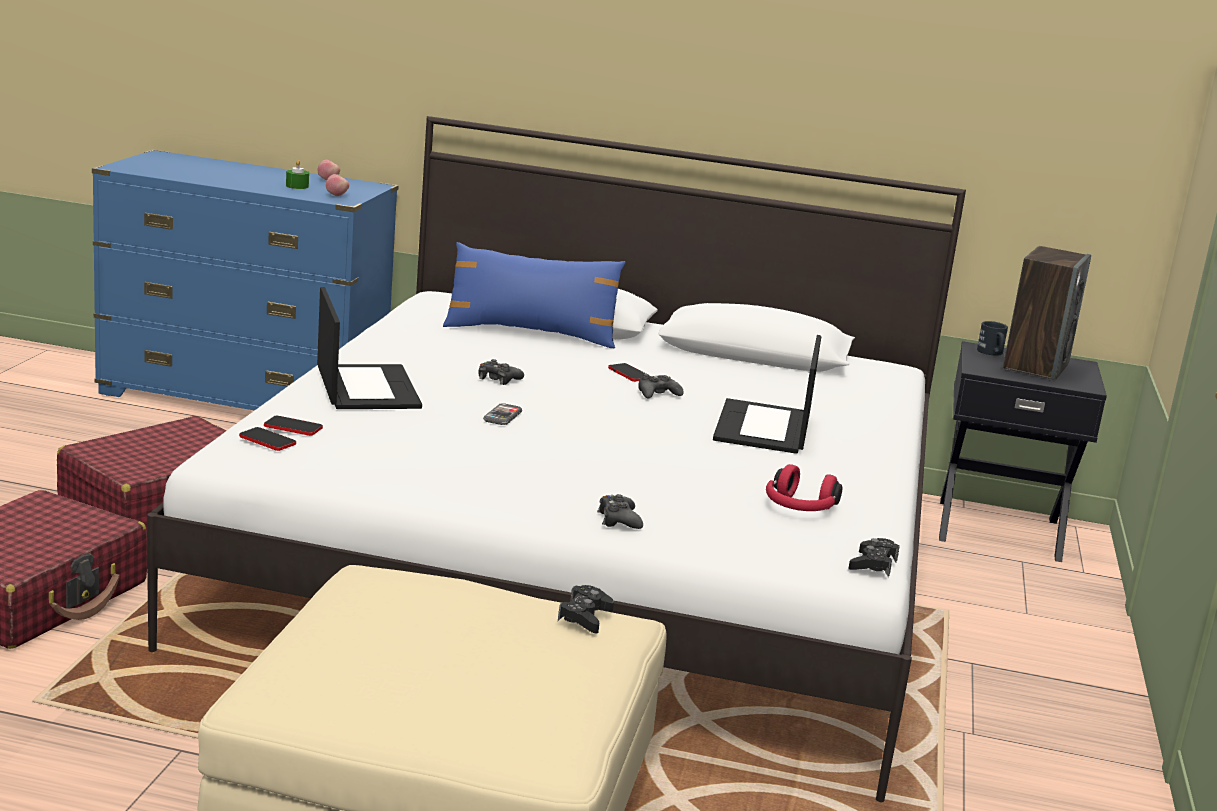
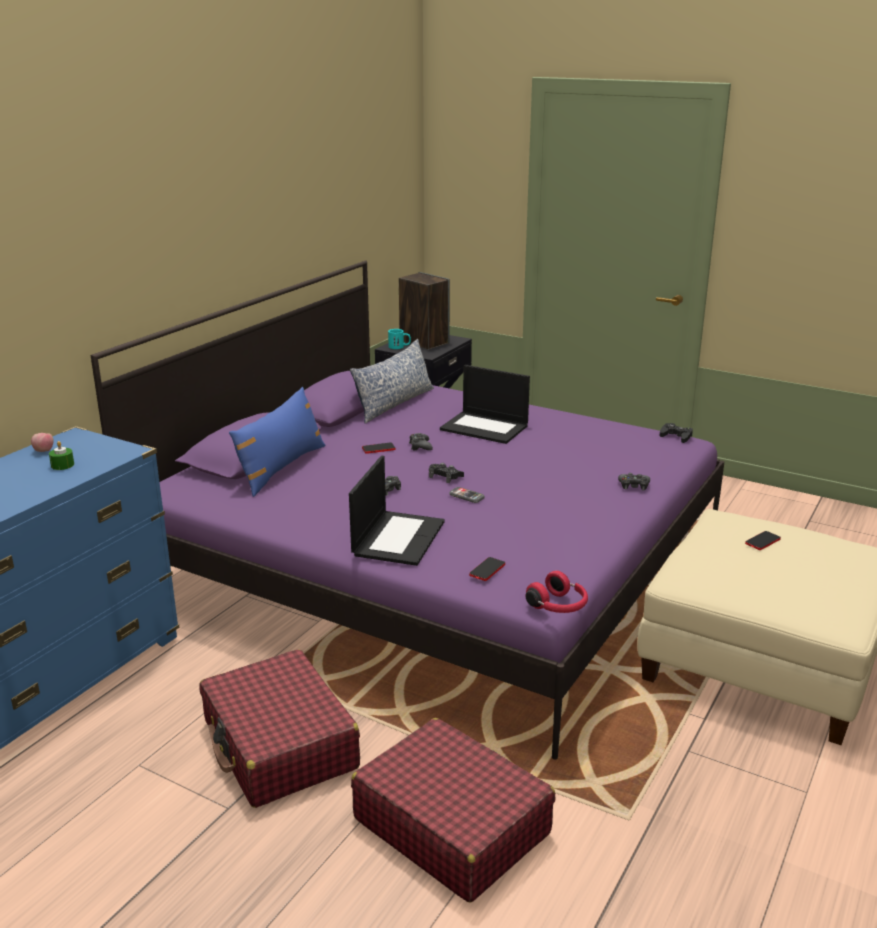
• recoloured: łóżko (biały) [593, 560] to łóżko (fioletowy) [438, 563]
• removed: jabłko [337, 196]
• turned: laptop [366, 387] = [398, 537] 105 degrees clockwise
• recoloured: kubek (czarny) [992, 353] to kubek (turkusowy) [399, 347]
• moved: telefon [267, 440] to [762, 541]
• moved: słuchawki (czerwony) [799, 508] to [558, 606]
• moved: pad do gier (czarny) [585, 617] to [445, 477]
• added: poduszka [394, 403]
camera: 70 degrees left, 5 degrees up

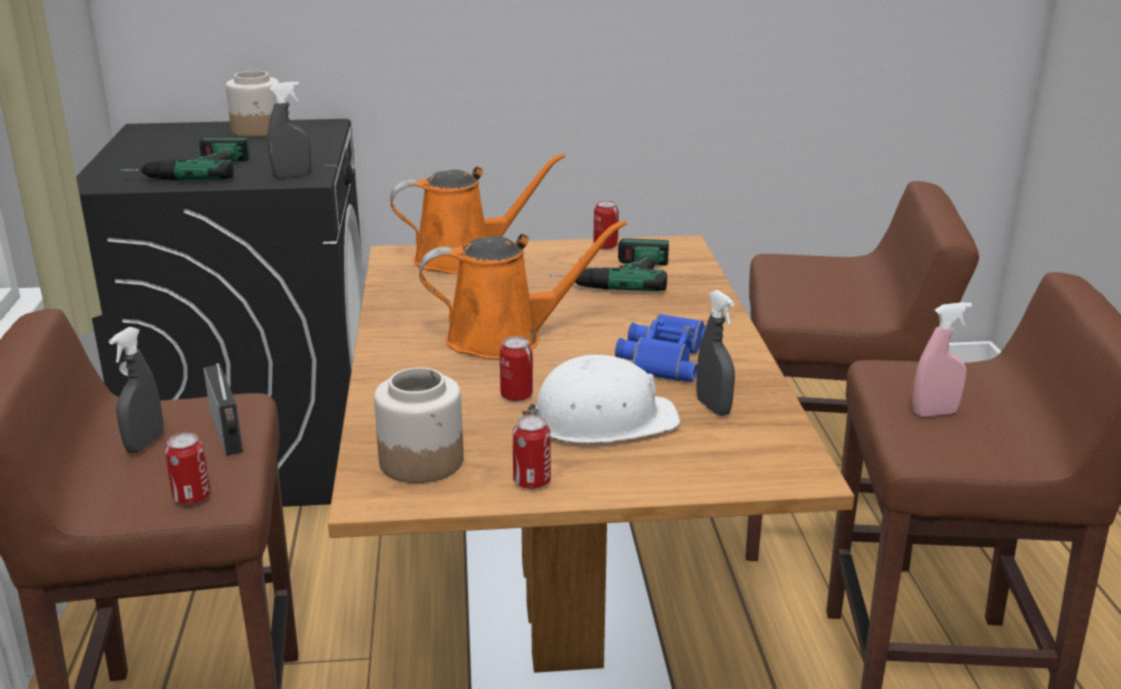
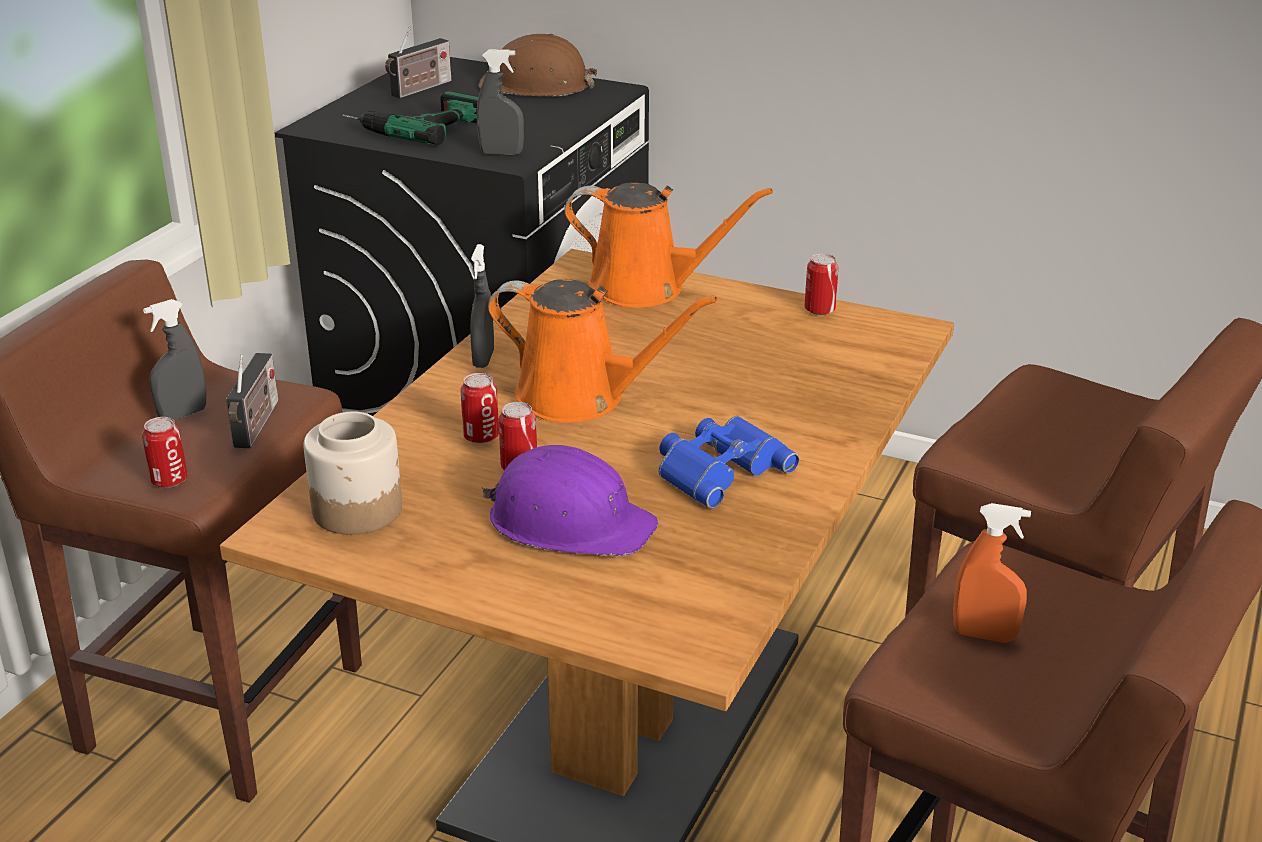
• replaced: słoik [258, 130] to kask (brązowy) [536, 85]
• removed: wiertarka [610, 275]
• moved: spryskiwacz (szary) [713, 407] to [483, 359]
• recoloured: spryskiwacz (różowy) [934, 413] to spryskiwacz (pomarańczowy) [984, 635]
• recoloured: kask (biały) [602, 420] to kask (fioletowy) [569, 521]
• moved: puszka [532, 481] to [481, 436]
• added: radio [419, 89]
camera: 30 degrees right, 5 degrees up

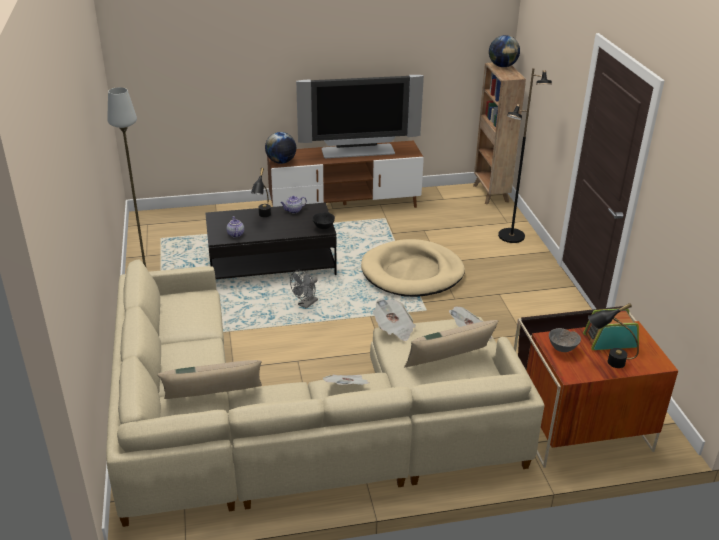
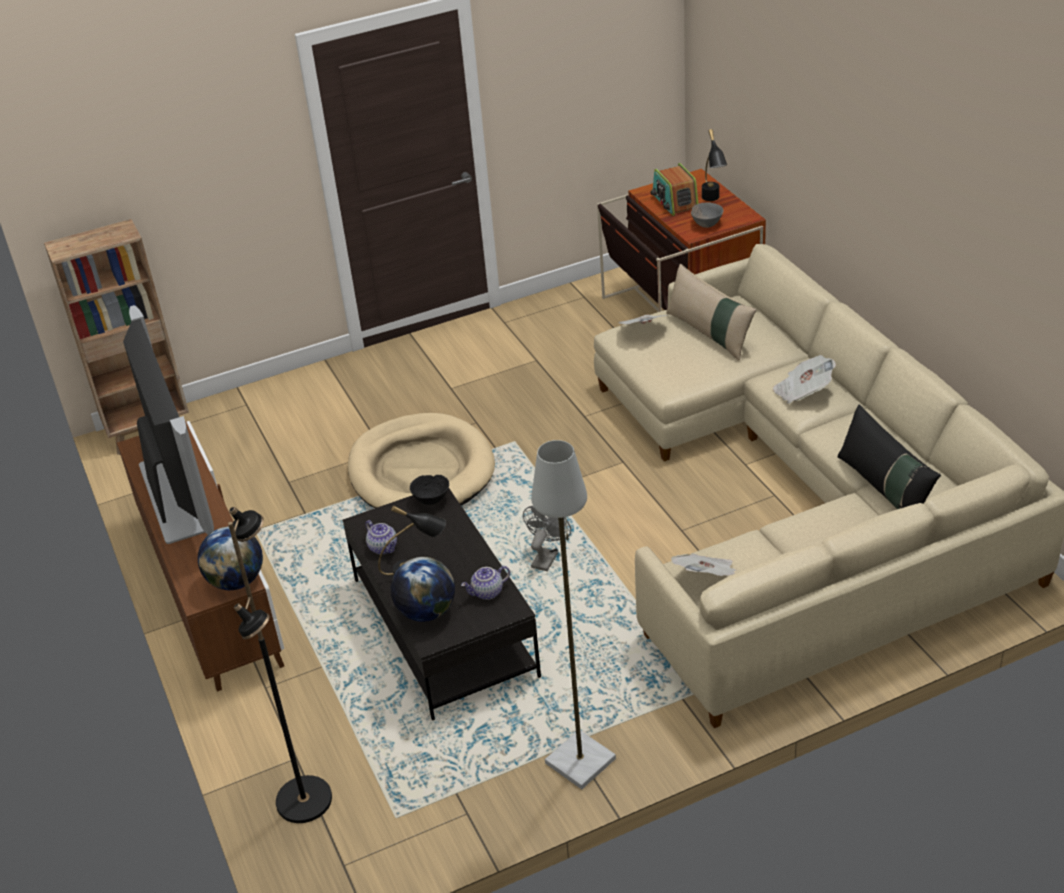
• moved: globus [502, 66] to [426, 612]
• moved: lampa stojąca (czarny) [511, 236] to [305, 800]
• turned: wentylator (szary) [306, 304] = [546, 557] 90 degrees counterclockwise
• moved: gazeta [394, 329] to [706, 577]
• recoloured: poduszka (beżowy) [213, 398] to poduszka (czarny) [884, 489]
camera: 100 degrees left, 5 degrees up

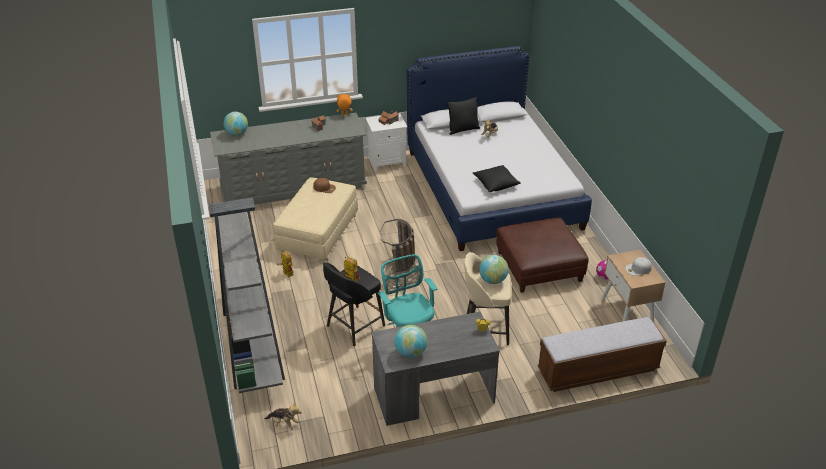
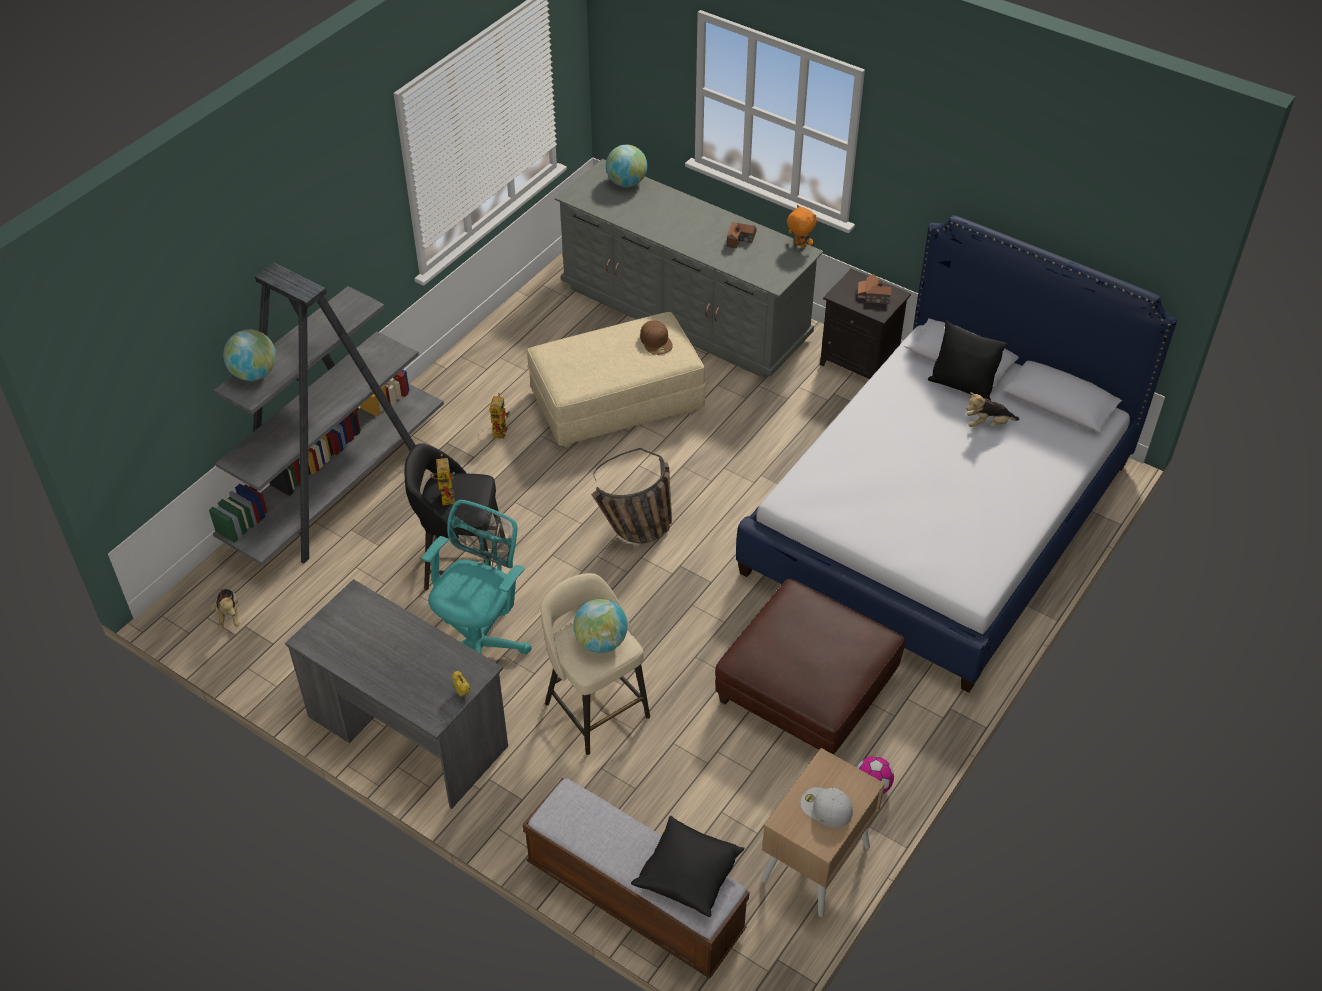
• recoloured: szafka nocna (biały) [387, 161] to szafka nocna (czarny) [860, 363]
• moved: poduszka (czarny) [495, 184] to [688, 873]
• moved: globus [410, 353] to [254, 374]
camera: 50 degrees right, 10 degrees up

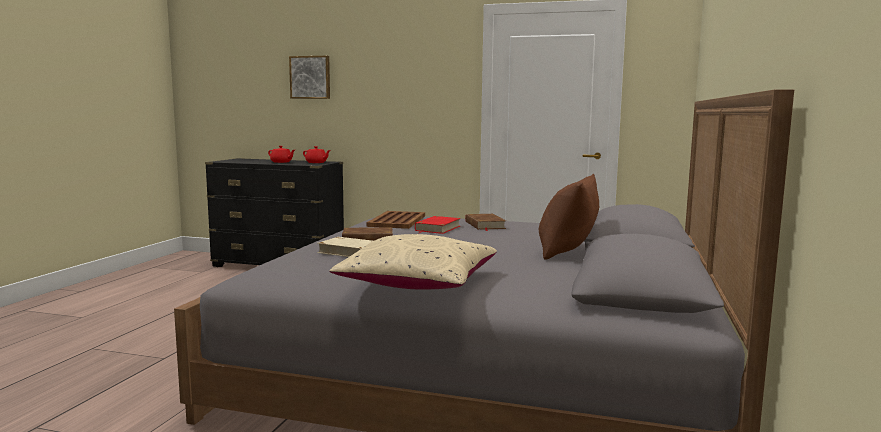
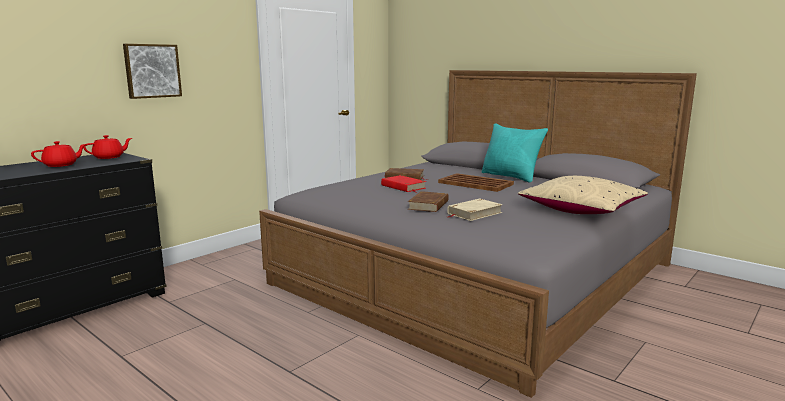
• moved: obraz [310, 77] to [152, 71]
• recoloured: poduszka (brązowy) [567, 252] to poduszka (turkusowy) [511, 176]
• moved: taca (brązowy) [397, 221] to [475, 183]
camera: 65 degrees left, 5 degrees up

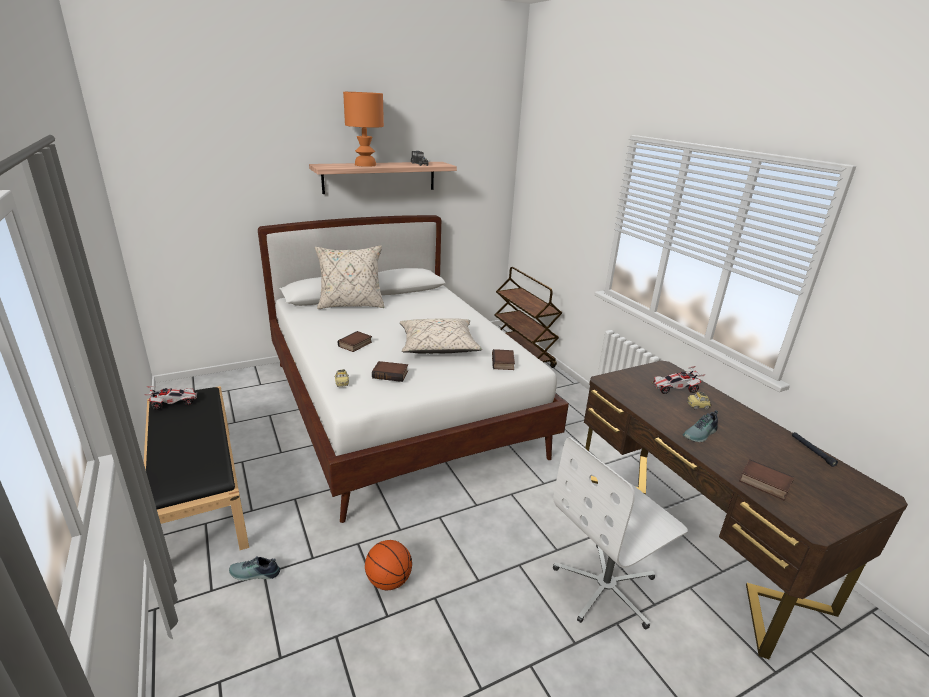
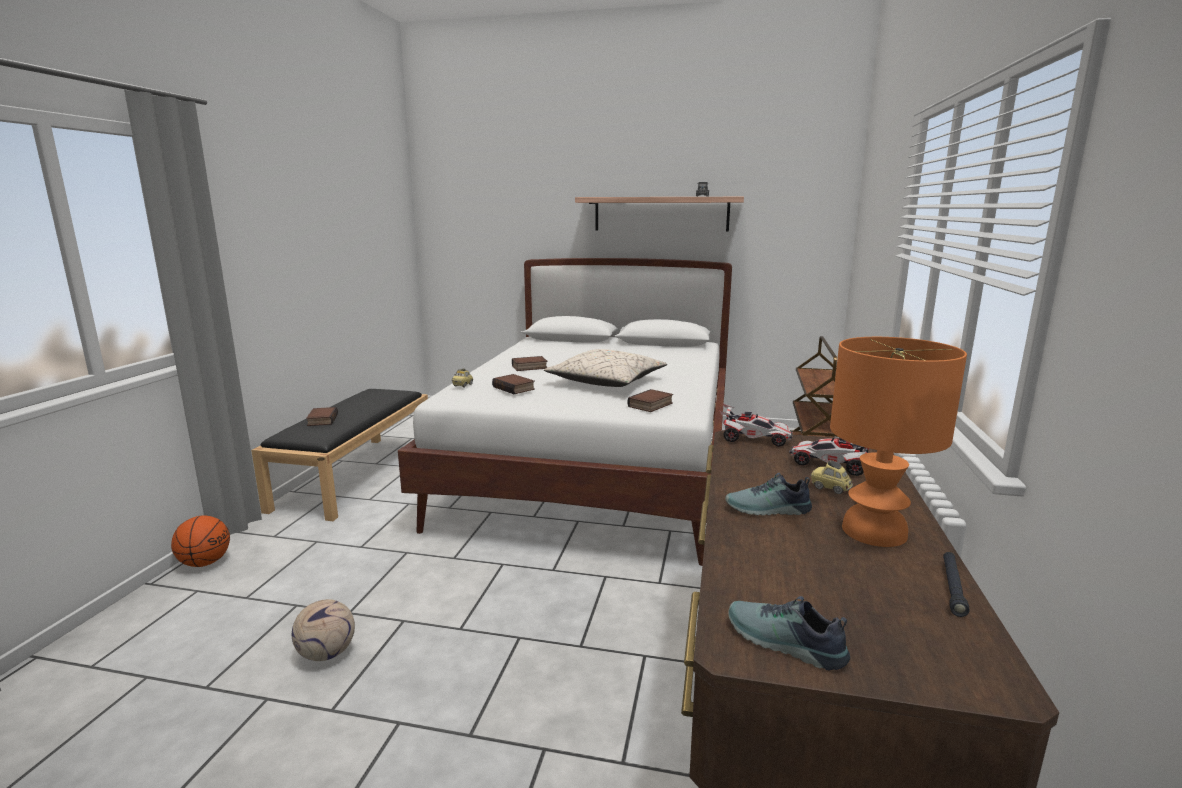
• moved: lampa stołowa (pomarańczowy) [365, 165] to [875, 531]
• removed: poduszka (beżowy) [351, 305]
• moved: samochodzik [173, 403] to [754, 440]
• removed: krzesło biurowe (biały) [606, 587]
• moved: książka [763, 483] to [321, 420]
• moved: piłka do koszykówki [388, 580] to [205, 563]
• moved: but [254, 574] to [783, 643]
• added: piłka futbolowa [326, 654]
camera: 40 degrees right, 10 degrees down

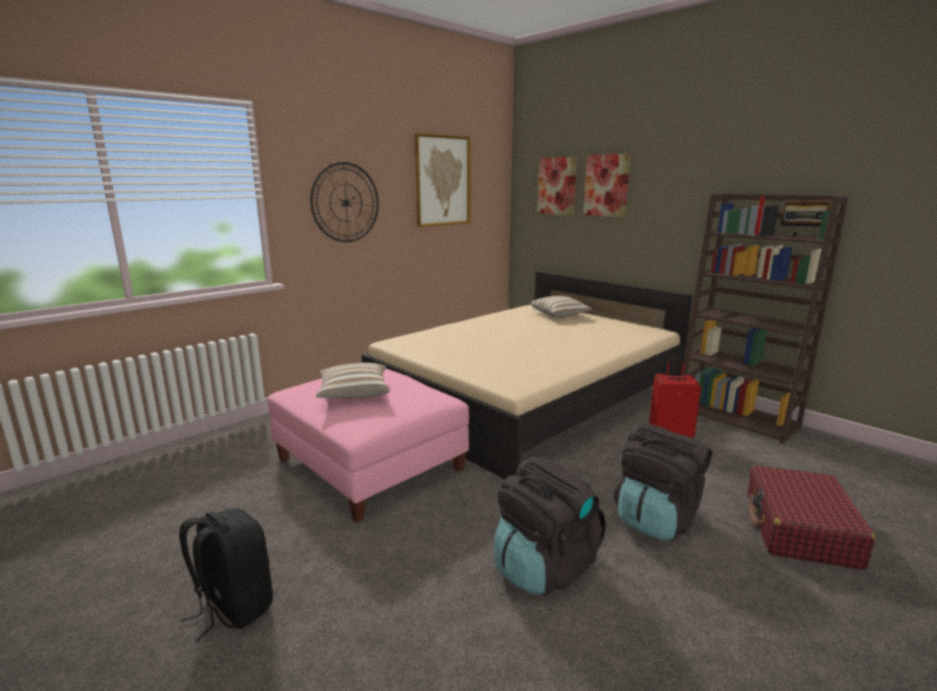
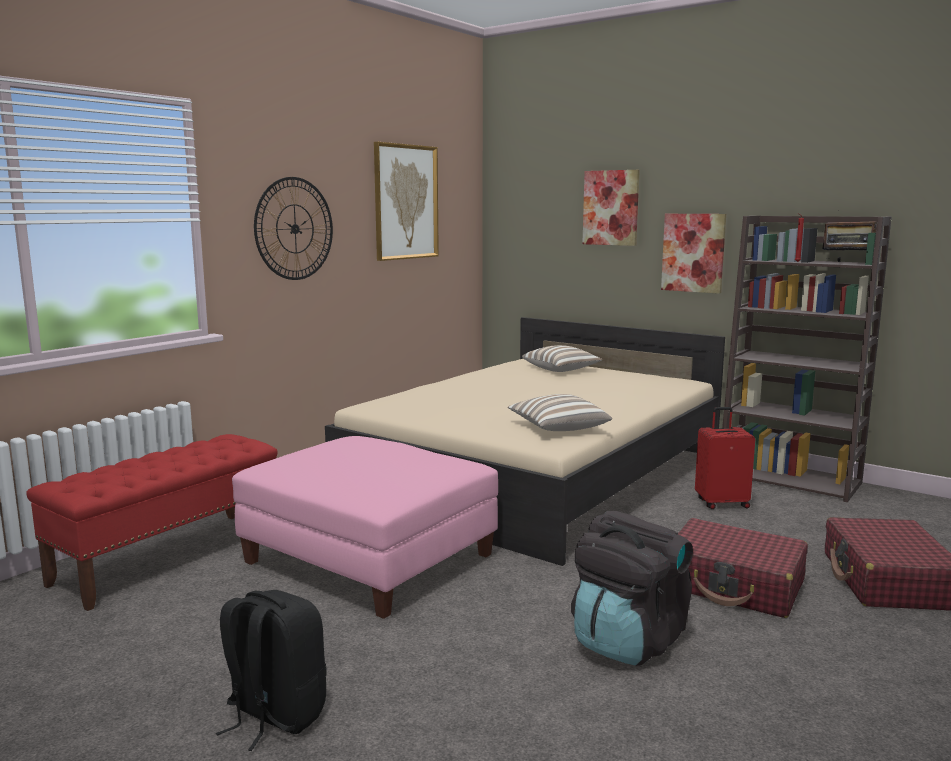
• moved: obraz [557, 186] to [693, 252]
• moved: poduszka [354, 394] to [557, 428]
• replaced: plecak (czarny) [656, 519] to walizka (czerwony) [734, 585]
• added: ławka (czerwony) [170, 557]
camera: 10 degrees left, 5 degrees down

